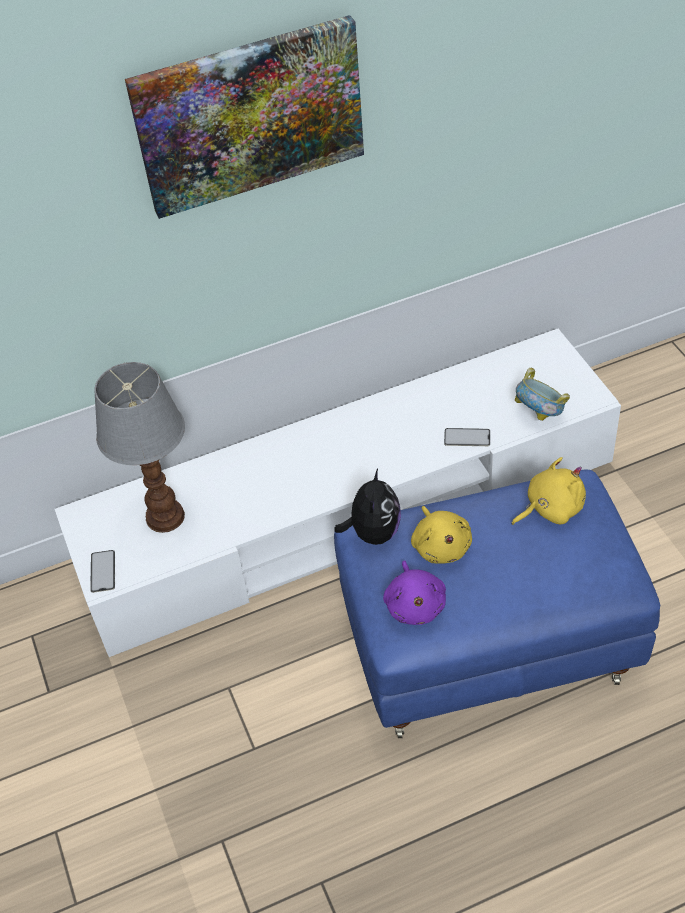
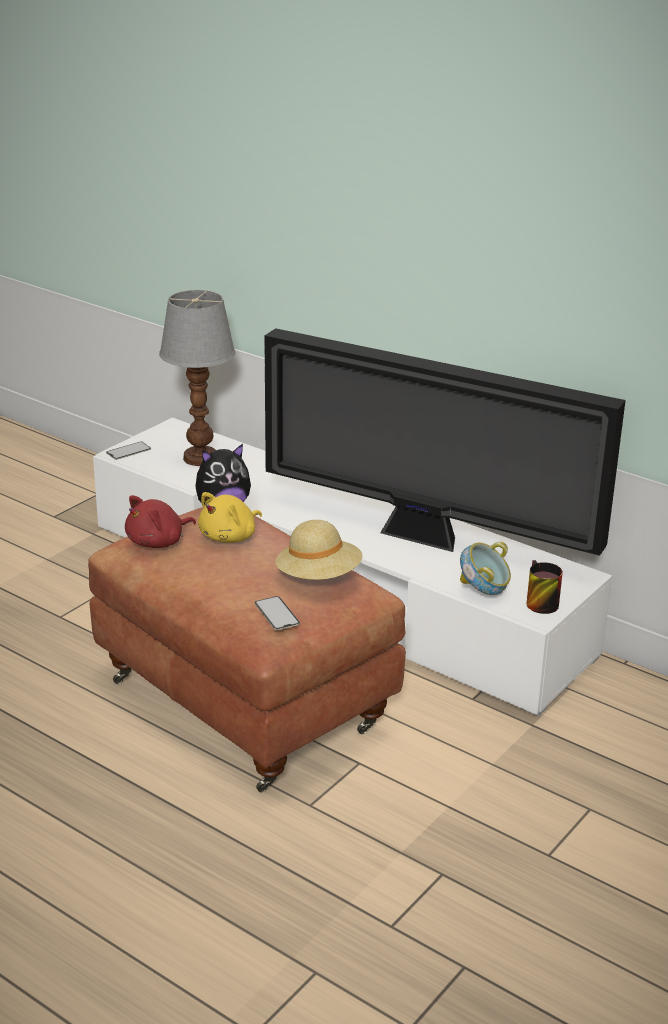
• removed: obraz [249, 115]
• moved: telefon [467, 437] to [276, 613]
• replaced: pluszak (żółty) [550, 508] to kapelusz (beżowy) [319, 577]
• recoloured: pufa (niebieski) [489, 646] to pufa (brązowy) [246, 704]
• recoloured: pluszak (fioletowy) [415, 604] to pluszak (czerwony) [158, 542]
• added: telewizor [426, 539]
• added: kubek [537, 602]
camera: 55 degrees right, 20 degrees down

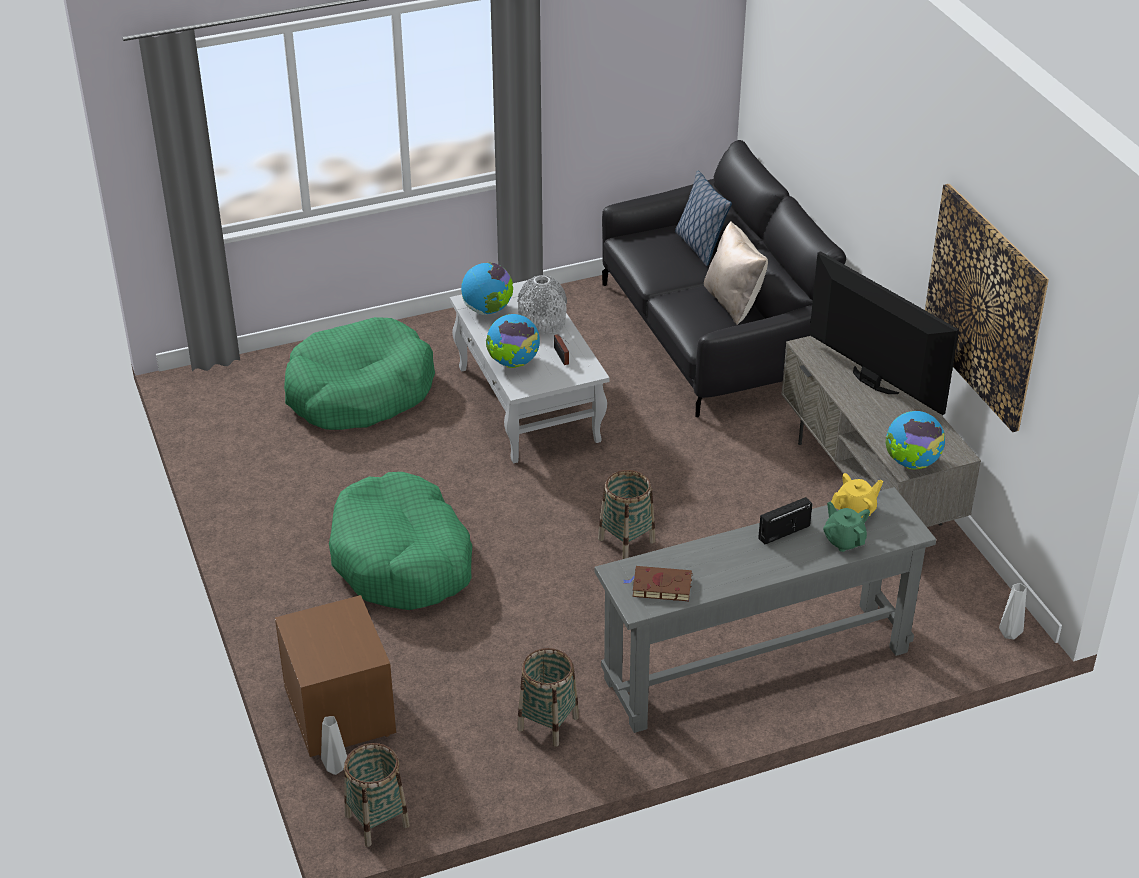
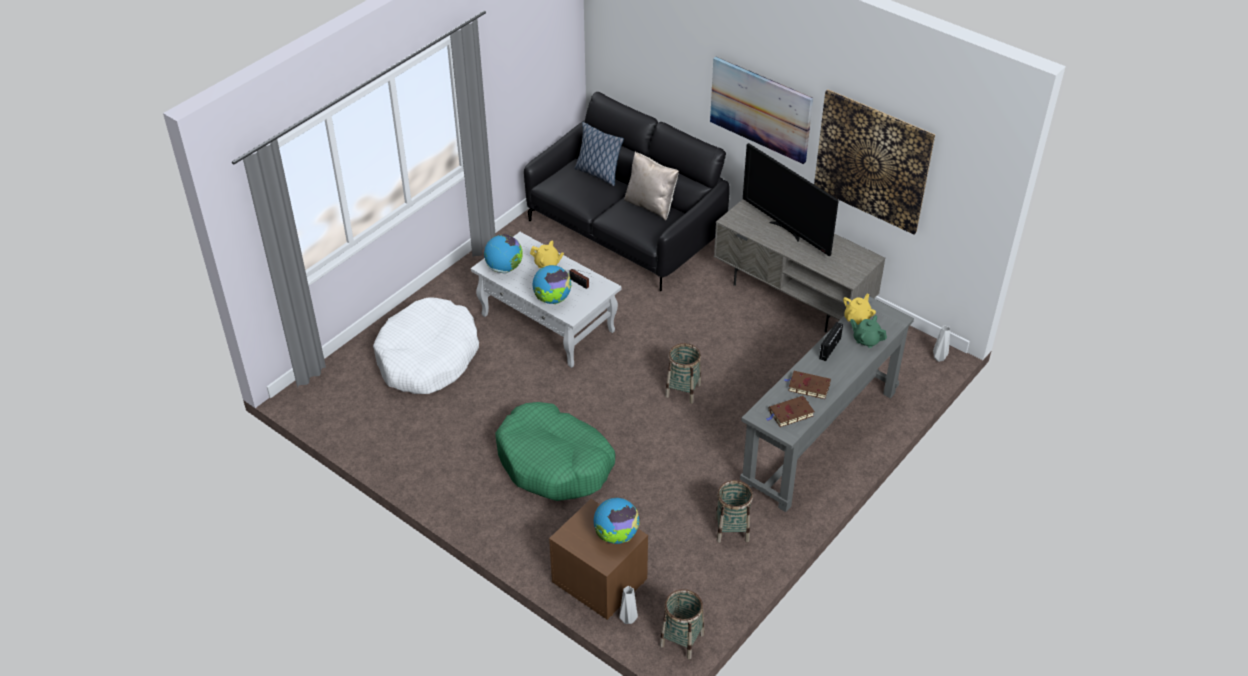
• turned: telewizor [871, 382] = [786, 230] 150 degrees counterclockwise
• replaced: wazon (szary) [542, 322] to imbryk (żółty) [547, 264]
• recoloured: legowisko (zielony) [359, 392] to legowisko (biały) [427, 358]
• moved: globus [912, 462] to [616, 535]
• added: obraz [761, 109]
• added: książka (brązowy) [807, 386]
camera: 30 degrees left, 5 degrees up

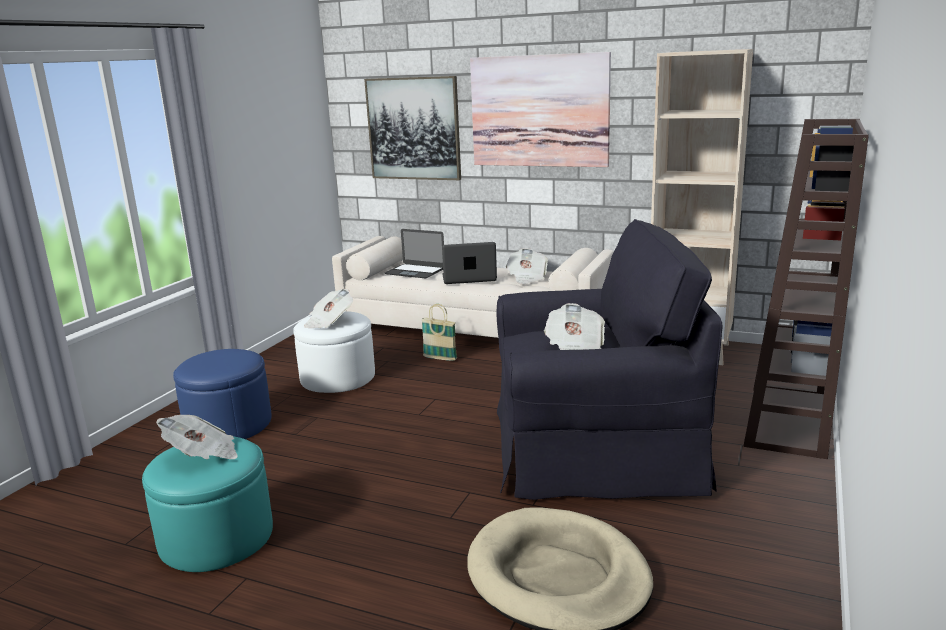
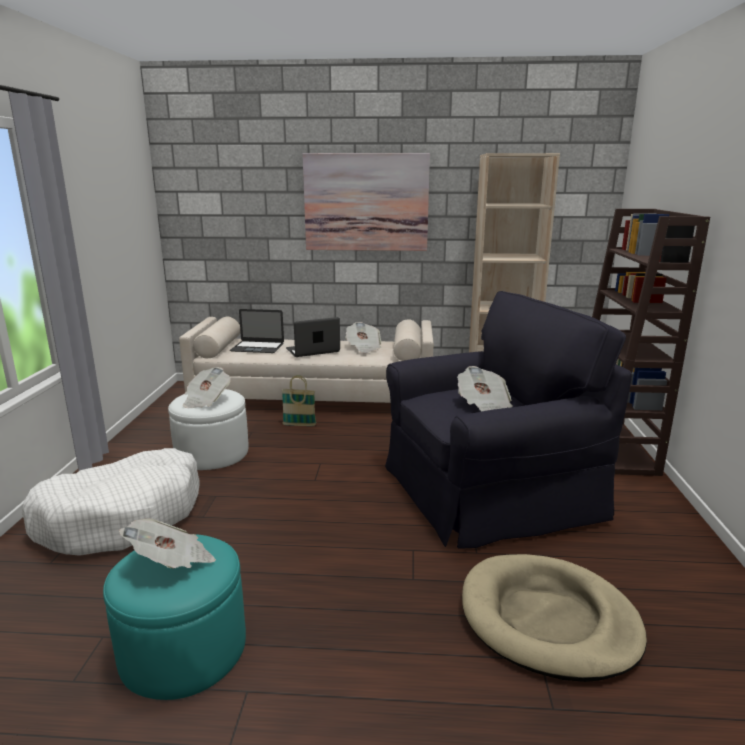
• removed: obraz [413, 129]
• replaced: pufa (niebieski) [228, 425] to legowisko (biały) [122, 516]
camera: 20 degrees left, 0 degrees up

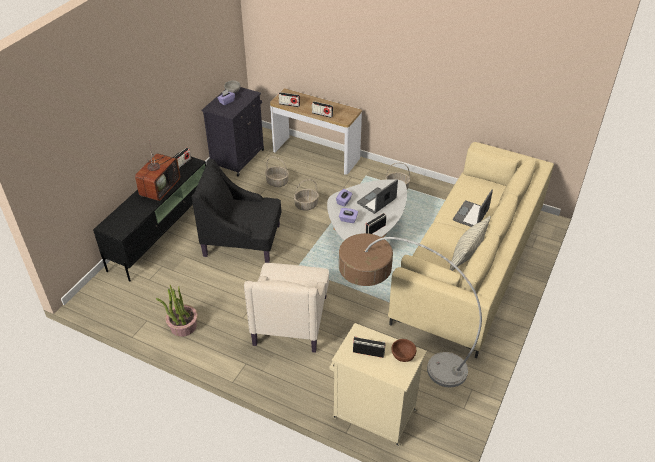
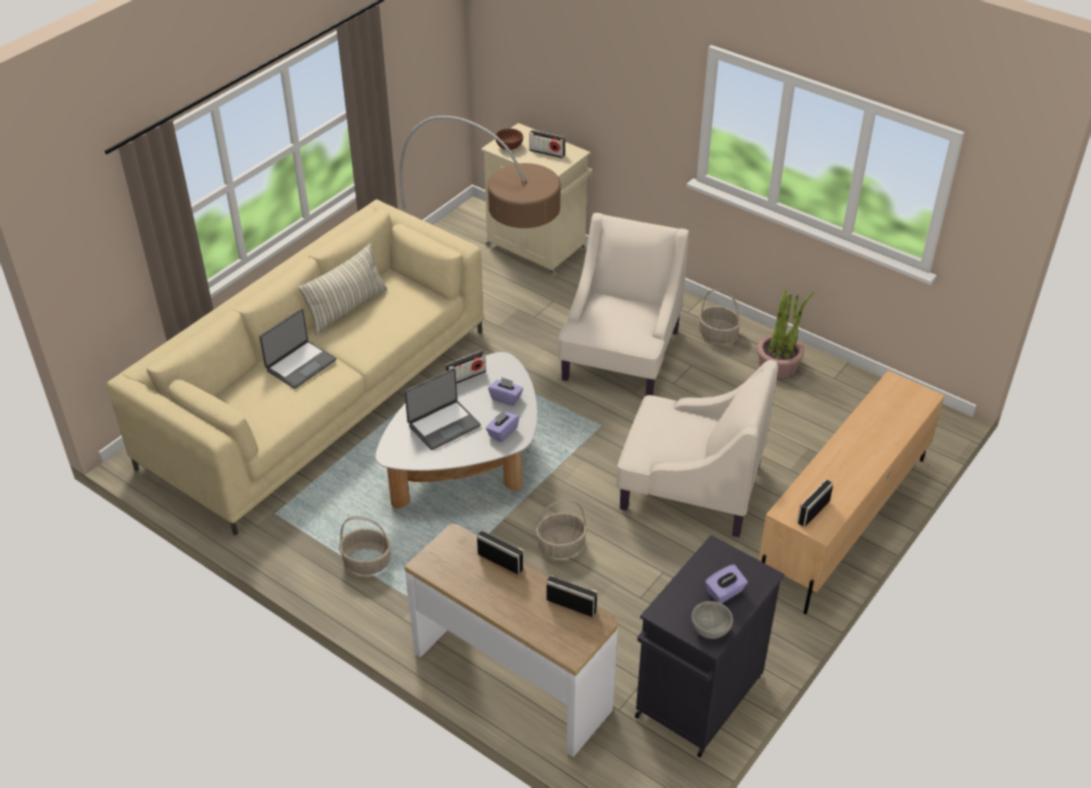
• removed: telewizor [160, 188]
• recoloured: szafka pod telewizor (czarny) [161, 232] to szafka pod telewizor (beżowy) [842, 521]
• moved: koszyk [277, 182] to [717, 334]
• recoloured: fotel (czarny) [243, 240] to fotel (beżowy) [689, 486]
camera: 170 degrees left, 0 degrees up

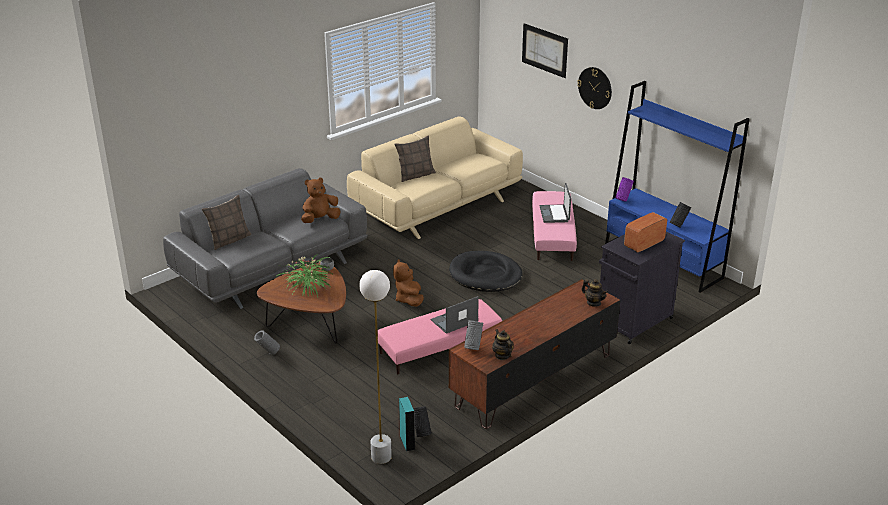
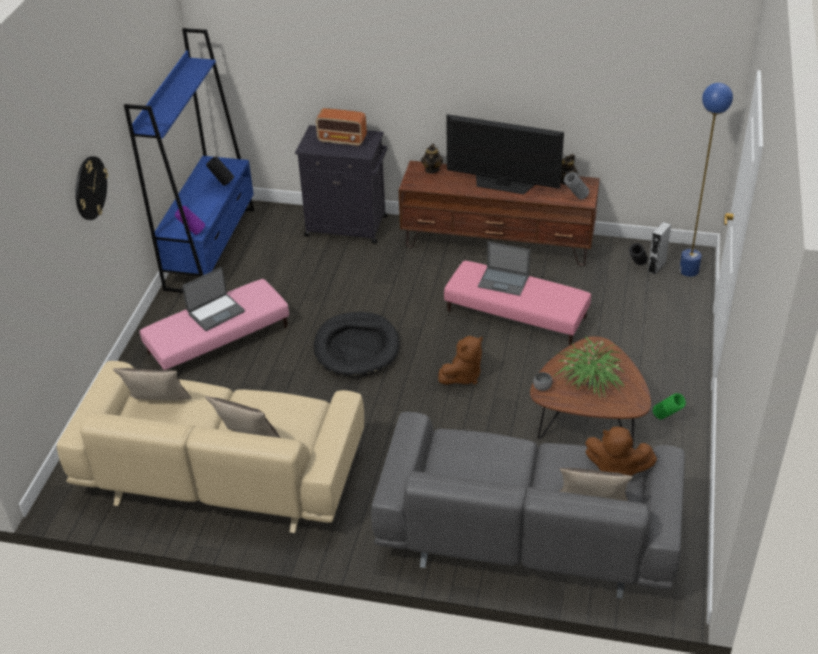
• removed: obraz [544, 50]
• moved: pluszak (brązowy) [320, 219] to [616, 469]
• recoloured: lampa stojąca (biały) [381, 457] to lampa stojąca (niebieski) [689, 270]
• recoloured: wazon (szary) [268, 353] to wazon (zielony) [667, 418]
• recoloured: głośnik (turkusowy) [407, 442] to głośnik (szary) [656, 267]
• added: telewizor [503, 184]
• added: poduszka [158, 404]
camera: 125 degrees left, 10 degrees up

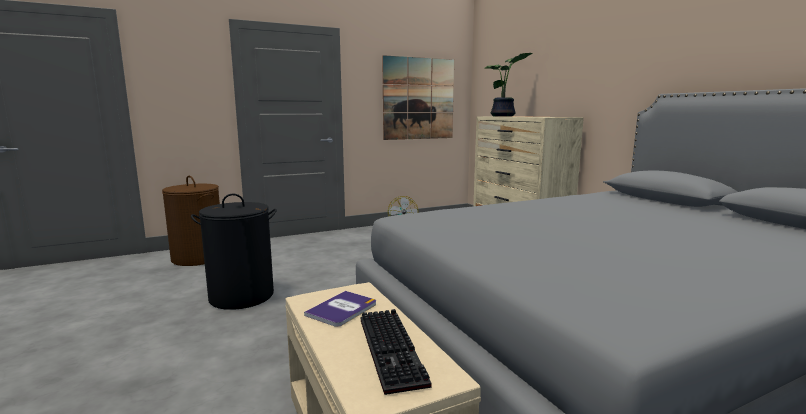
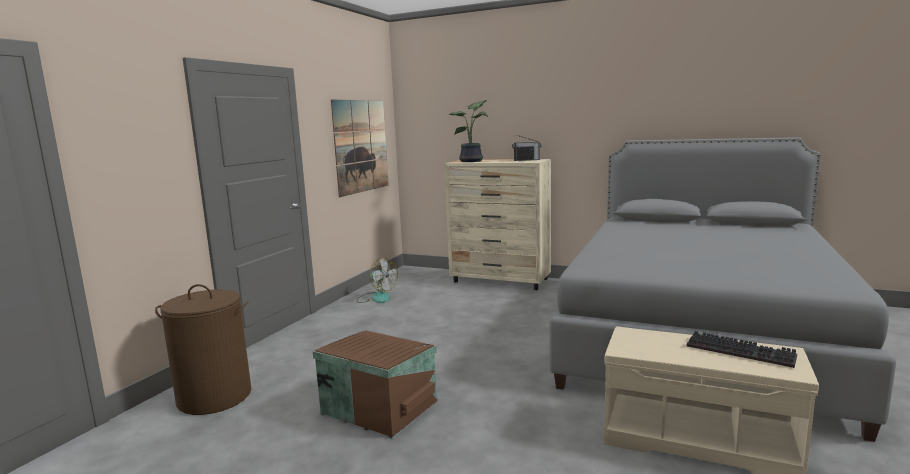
• replaced: kosz na pranie (czarny) [242, 296] to pojemnik do przechowywania (brązowy) [380, 406]
• removed: książka [342, 309]
• added: radio [526, 160]
camera: 40 degrees left, 0 degrees up

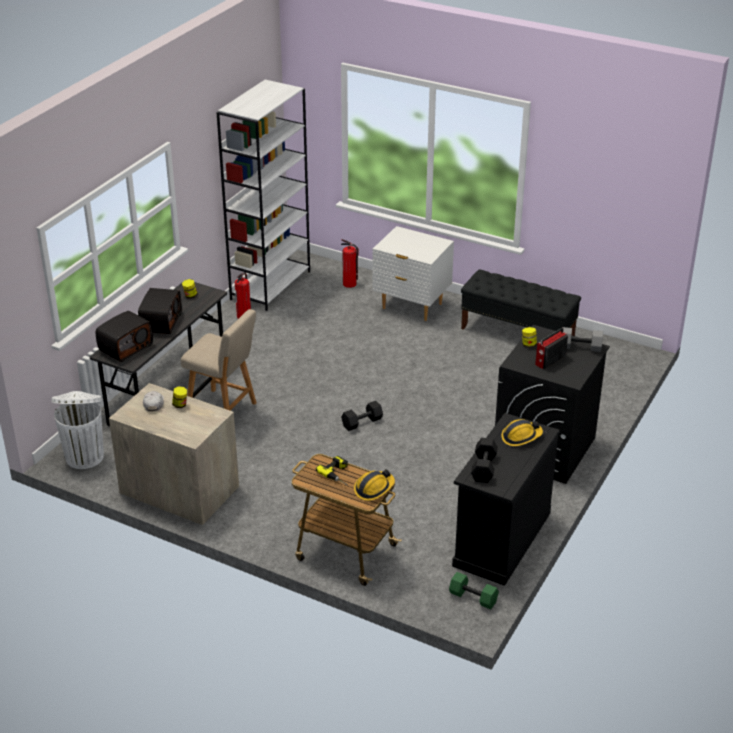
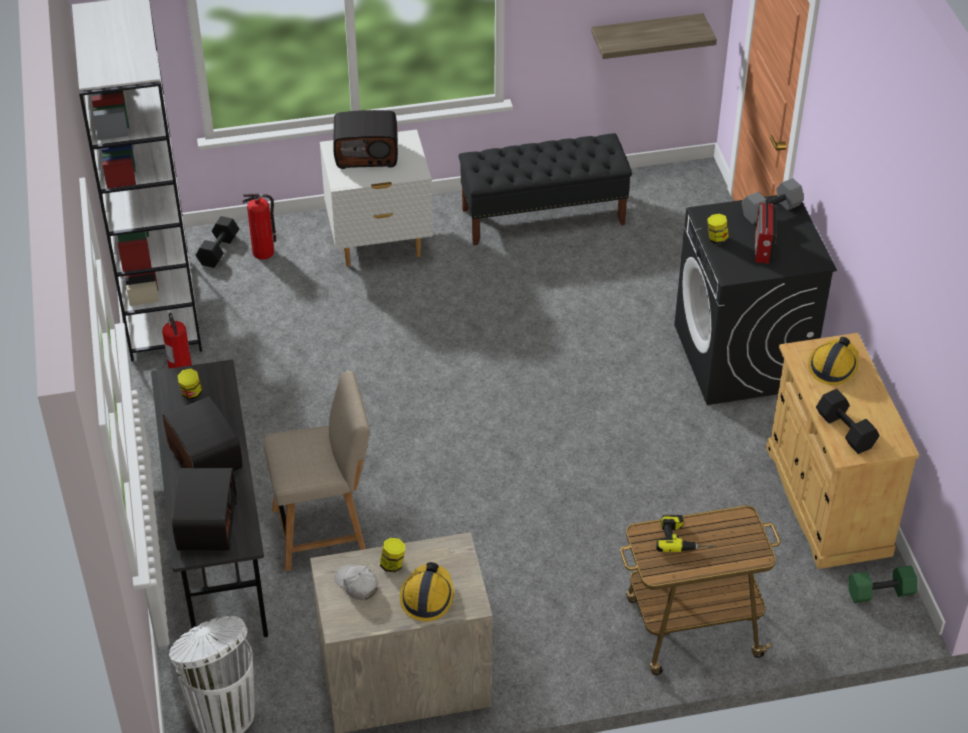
• moved: hantel (czarny) [362, 422] to [218, 250]
• recoloured: szafka (czarny) [501, 539] to szafka (beżowy) [827, 500]
• moved: kask [374, 489] to [427, 597]
• added: półka [646, 35]
• added: radio [367, 154]
camera: 40 degrees left, 10 degrees up

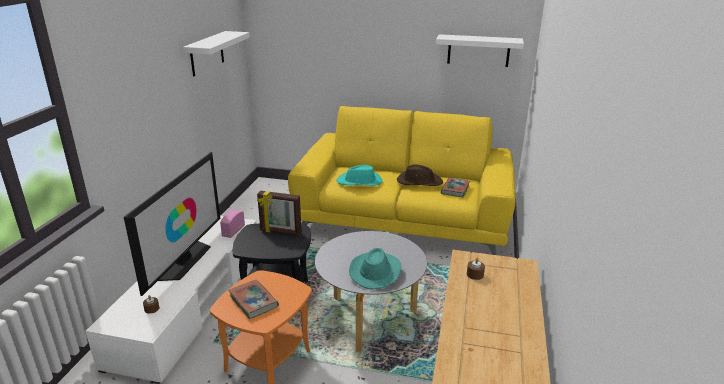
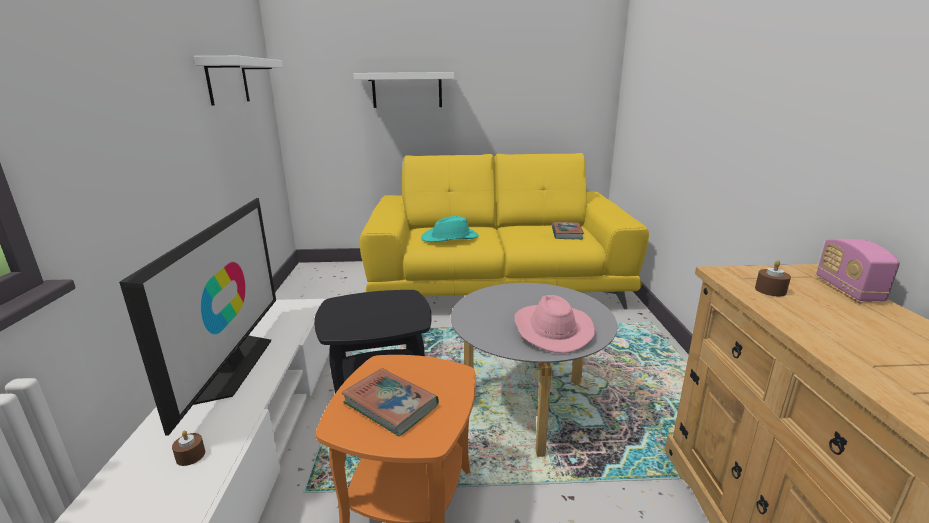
• moved: półka (biały) [478, 50] to [407, 90]
• removed: kapelusz (brązowy) [419, 181]
• removed: ramka na zdjęcie [280, 232]
• moved: radio [233, 231] to [848, 289]
• recoloured: kapelusz (turkusowy) [375, 271] to kapelusz (różowy) [551, 329]
camera: 15 degrees left, 5 degrees down

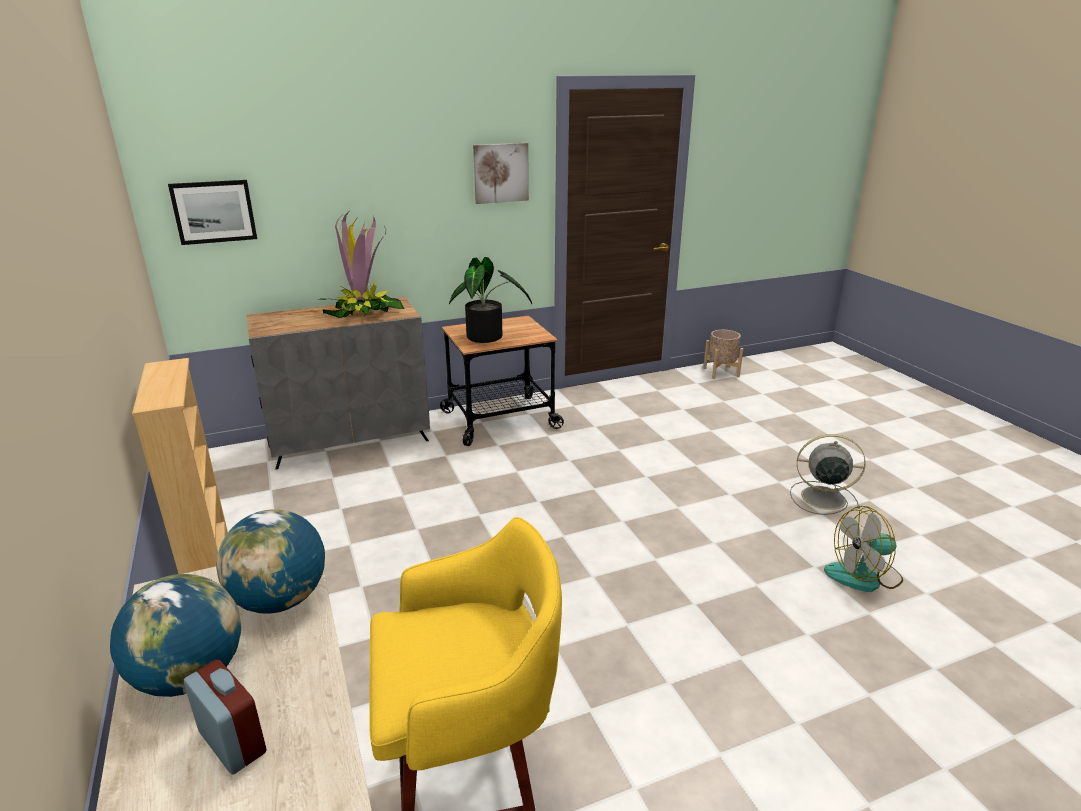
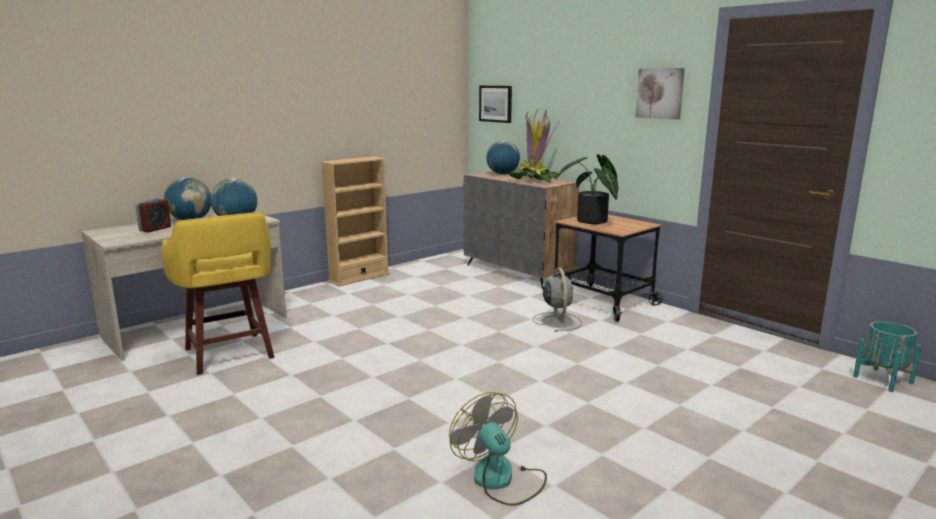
• recoloured: donica (beżowy) [721, 372] to donica (turkusowy) [883, 380]
• moved: wentylator (szary) [821, 497] to [557, 321]
• added: globus [502, 174]
camera: 70 degrees right, 10 degrees down

